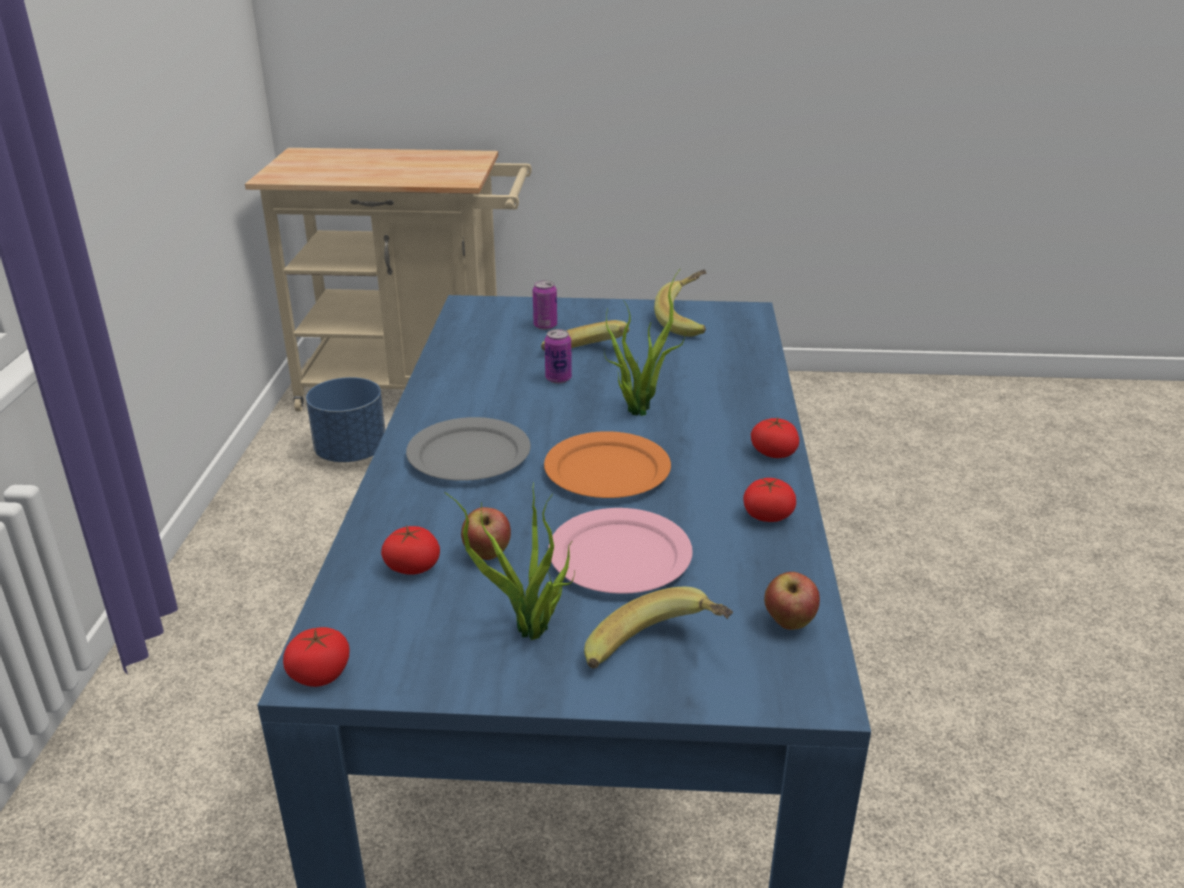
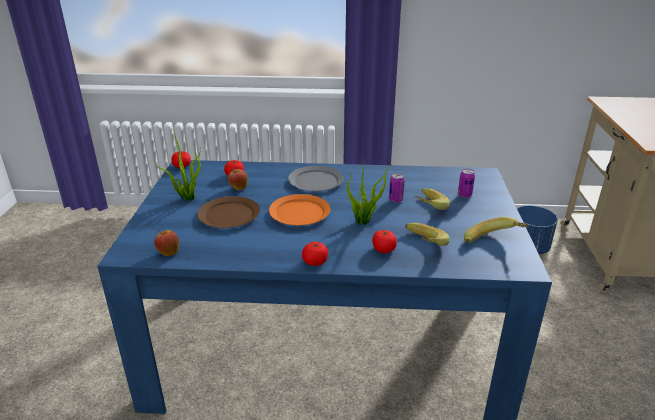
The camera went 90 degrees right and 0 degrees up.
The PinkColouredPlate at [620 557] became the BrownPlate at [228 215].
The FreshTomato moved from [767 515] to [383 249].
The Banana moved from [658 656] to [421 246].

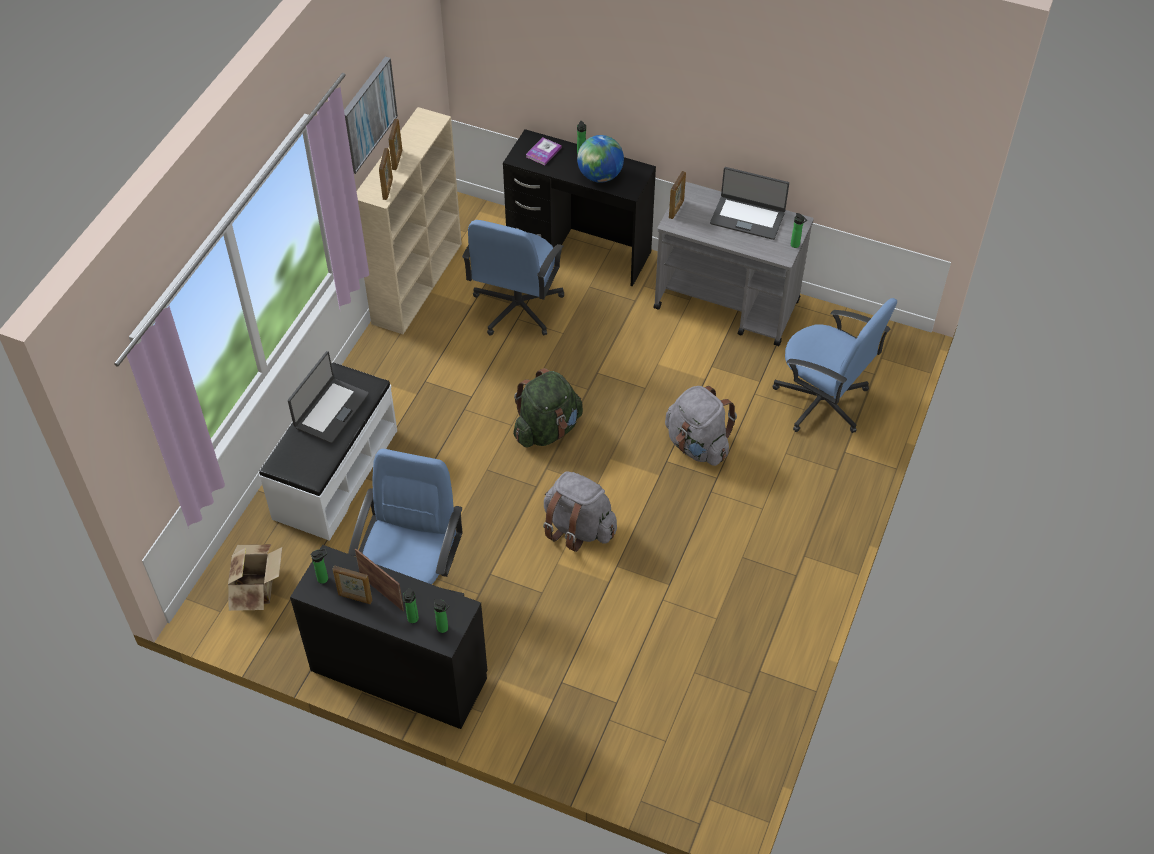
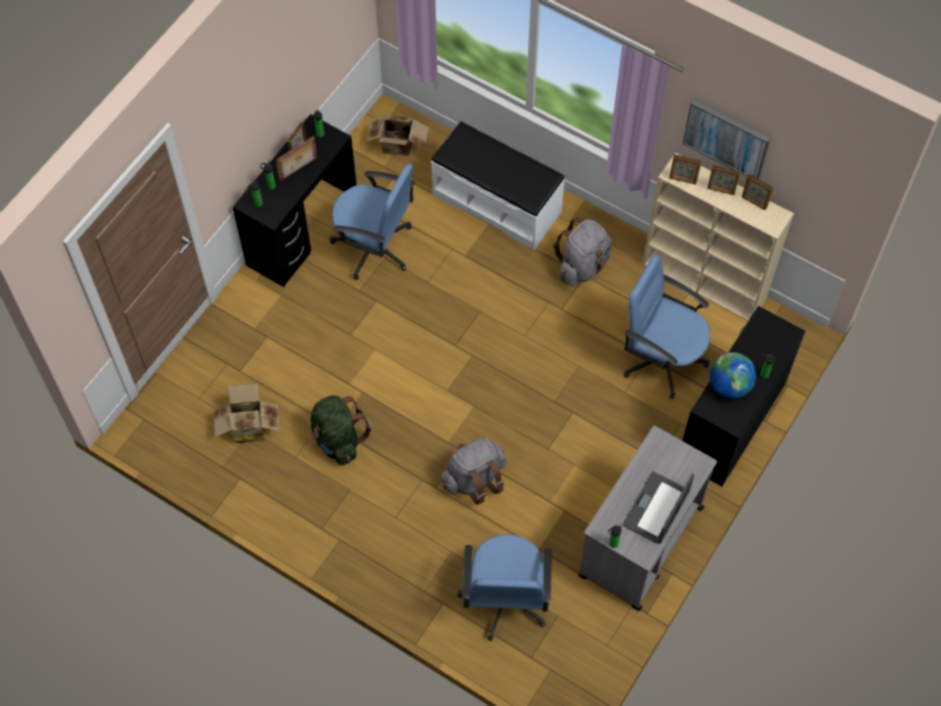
The camera went 100 degrees right and 10 degrees up.
The CardboardBox at [248 426] appeared.
The GreenColouredKnapsack moved from [547 429] to [338 439].
The BlueOfficeChair at [822 402] turned 45 degrees counterclockwise.
The GrayKnapsack moved from [578 528] to [582 265].
The StandingFrame moved from [676 209] to [754 202].
The Laptop at [330 410] disappeared.
The Volume at [543 152] disappeared.

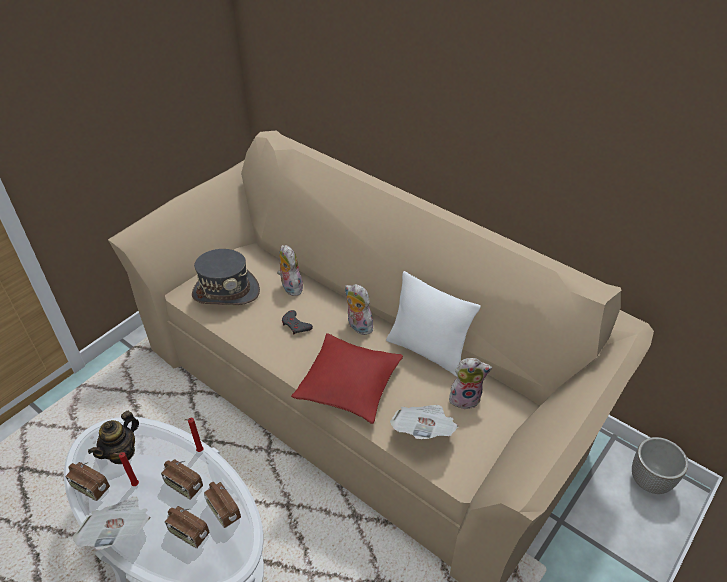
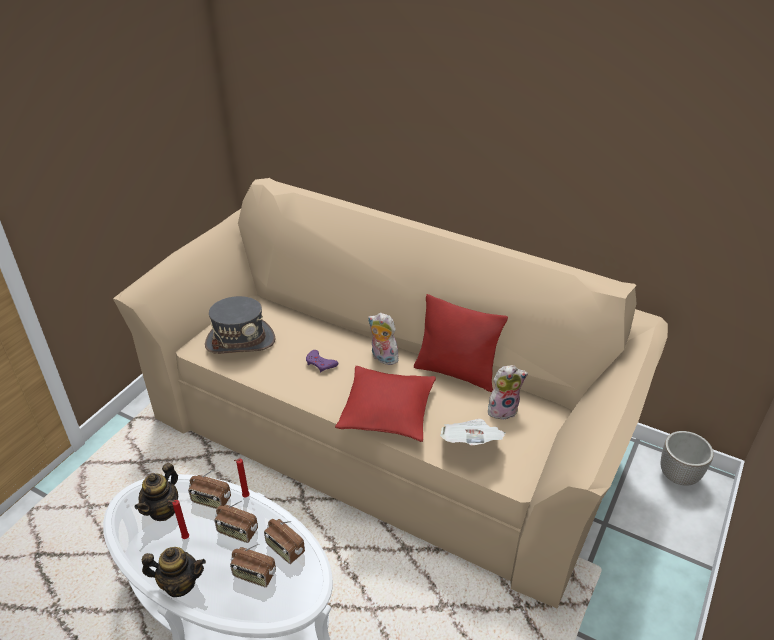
The camera went 10 degrees left and 5 degrees down.
The Newspaper at [119 531] was replaced by the PotForTea at [179 584].
The RadioSet moved from [91 488] to [211 500].
The GrayGameController at [296 325] became the PurpleGameController at [320 363].
The WhitishThrowPillow at [427 351] became the RedColouredThrowPillow at [456 372].
The CuddlyToy at [290 287] disappeared.

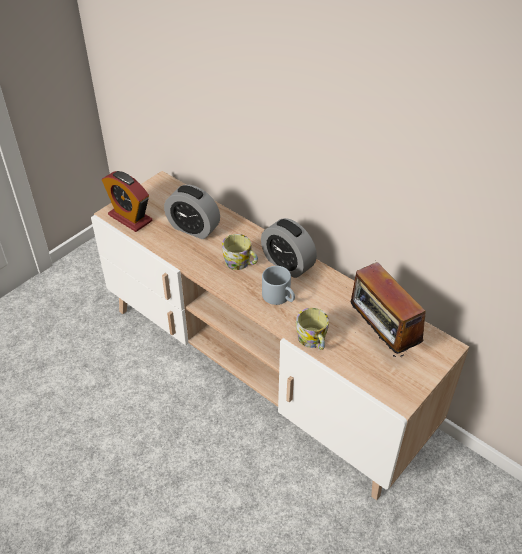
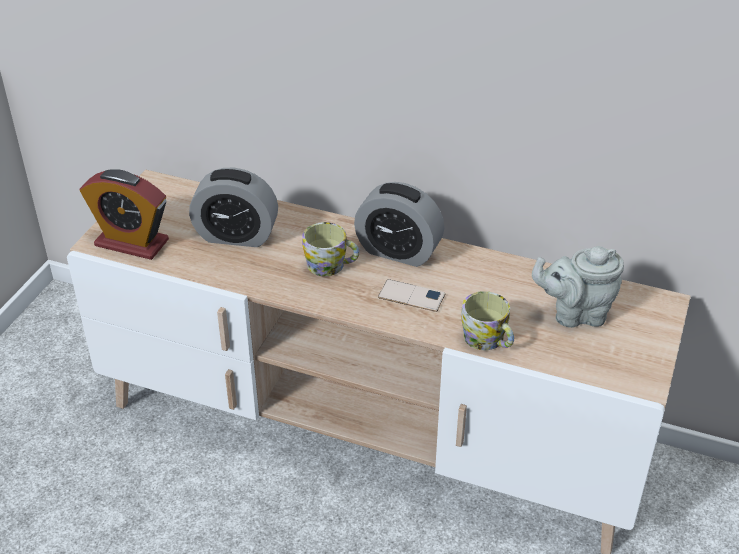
The camera went 20 degrees left and 5 degrees down.
The GrayMug at [280 297] was replaced by the Phone at [411 296].
The RadioSet at [381 338] was replaced by the GrayPotForTea at [575 314].

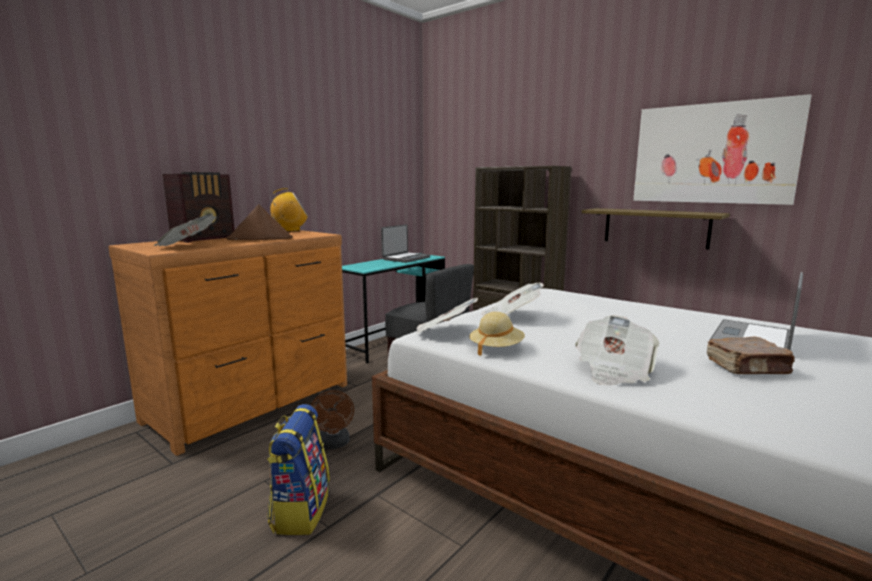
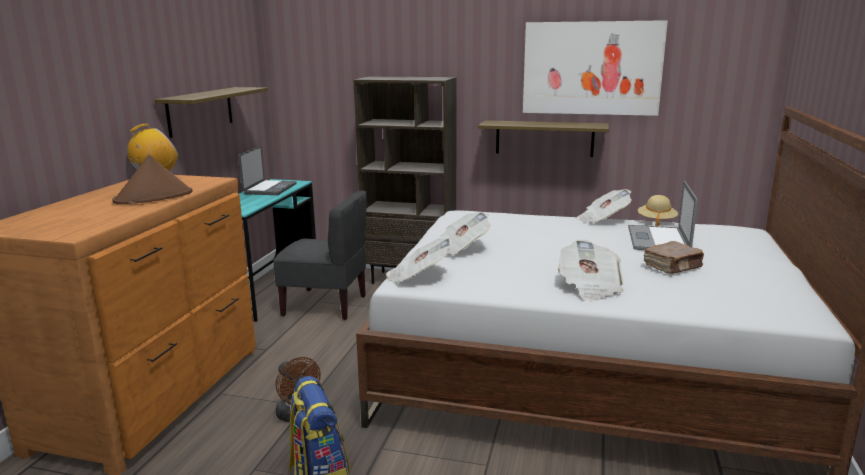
The camera went 25 degrees left and 5 degrees up.
The WallShelf at [200 111] appeared.
The Newspaper moved from [187 247] to [602 219].
The SandColouredWearableHat moved from [496 348] to [656 221].
The RadioSet at [205 239] disappeared.

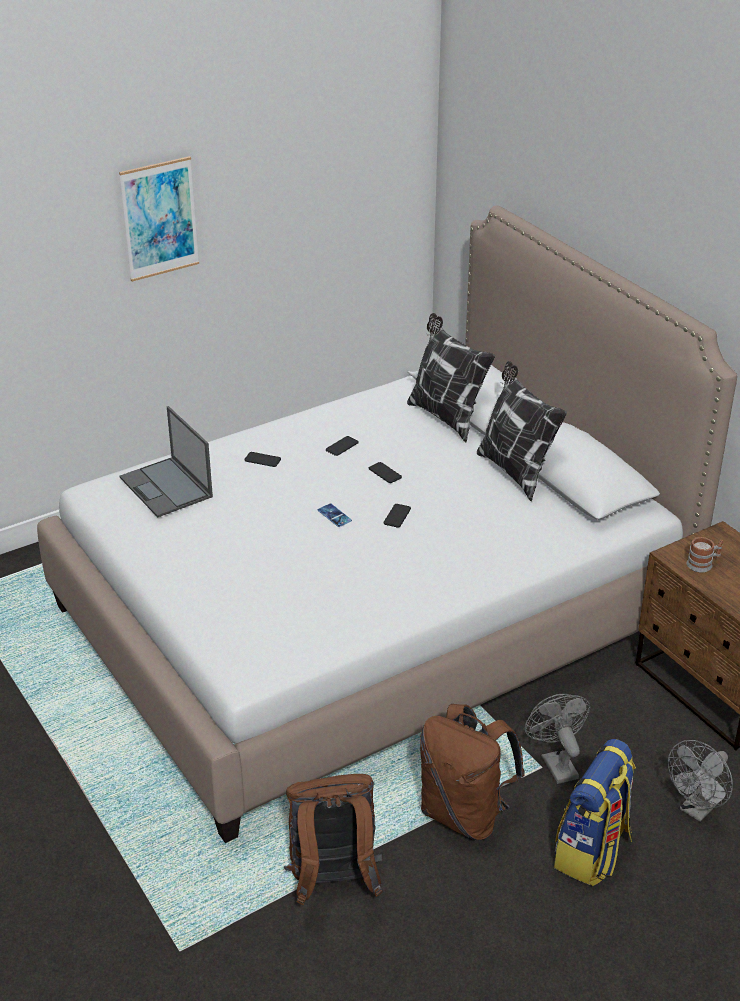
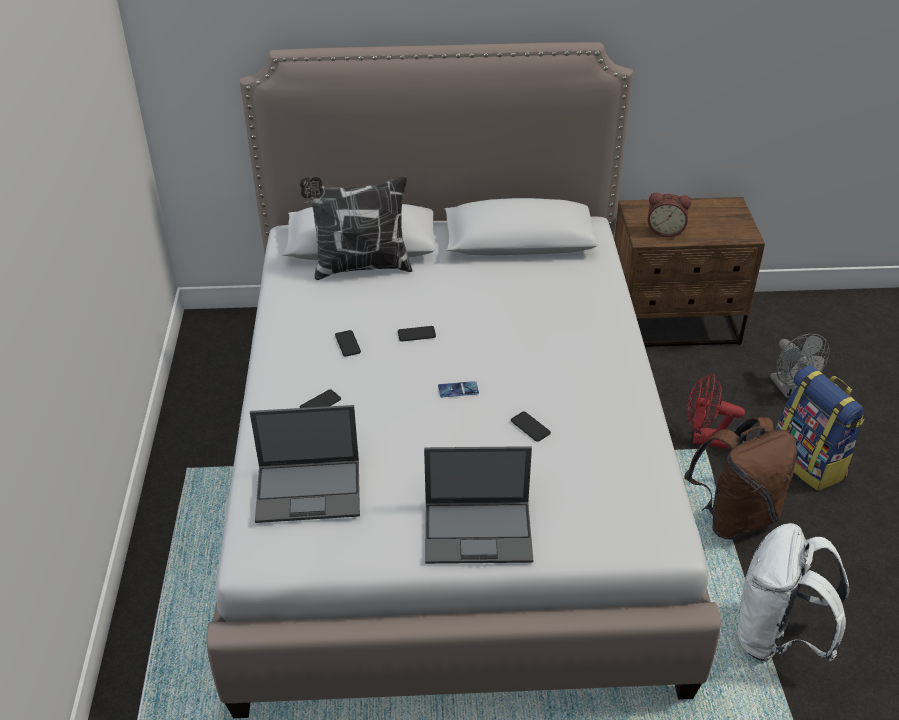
The camera went 60 degrees left and 5 degrees up.
The Laptop at [479 531] appeared.
The Phone moved from [397 516] to [530 427].
The Mug at [703 564] was replaced by the AlarmClock at [665 230].
The GrayElectricFan at [556 763] became the RedColouredElectricFan at [704 439].
The BrownKnapsack at [333 883] became the WhitishKnapsack at [777 637].
The WallArt at [159 219] disappeared.
The ThrowPillow at [515 471] disappeared.

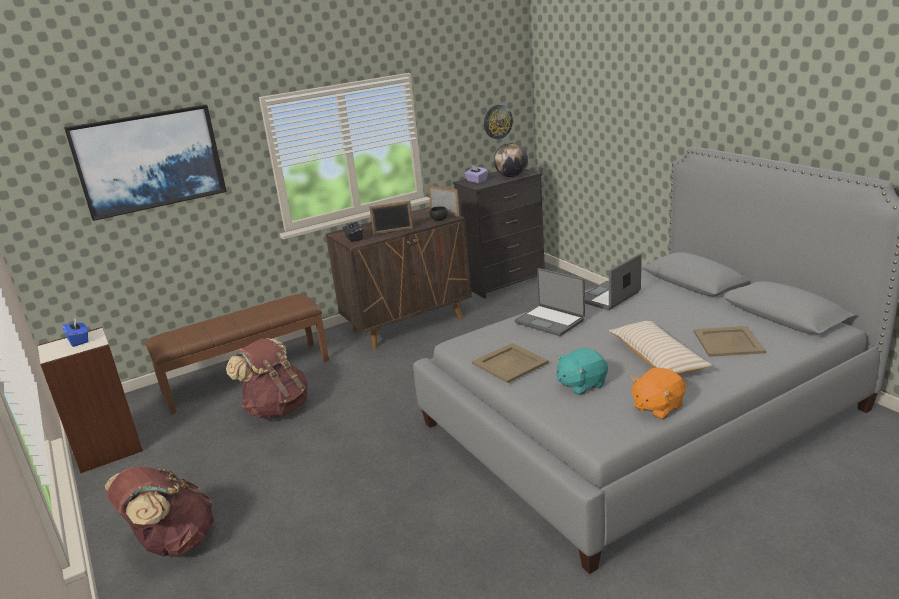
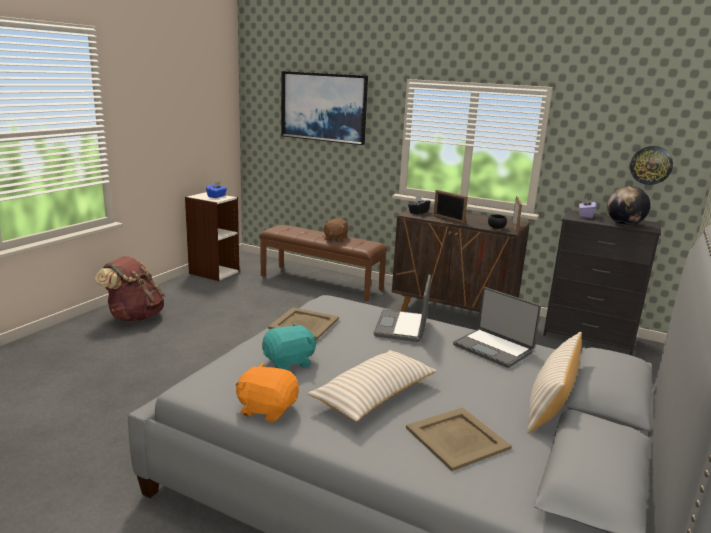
The camera went 55 degrees right and 5 degrees down.
The TurquoiseColouredCuddlyToy at [581 384] turned 120 degrees clockwise.
The BrownCuddlyToy at [335 239] appeared.
The Laptop at [609 297] turned 150 degrees counterclockwise.
The SandColouredThrowPillow at [550 404] appeared.
The BrownKnapsack at [277 409] disappeared.

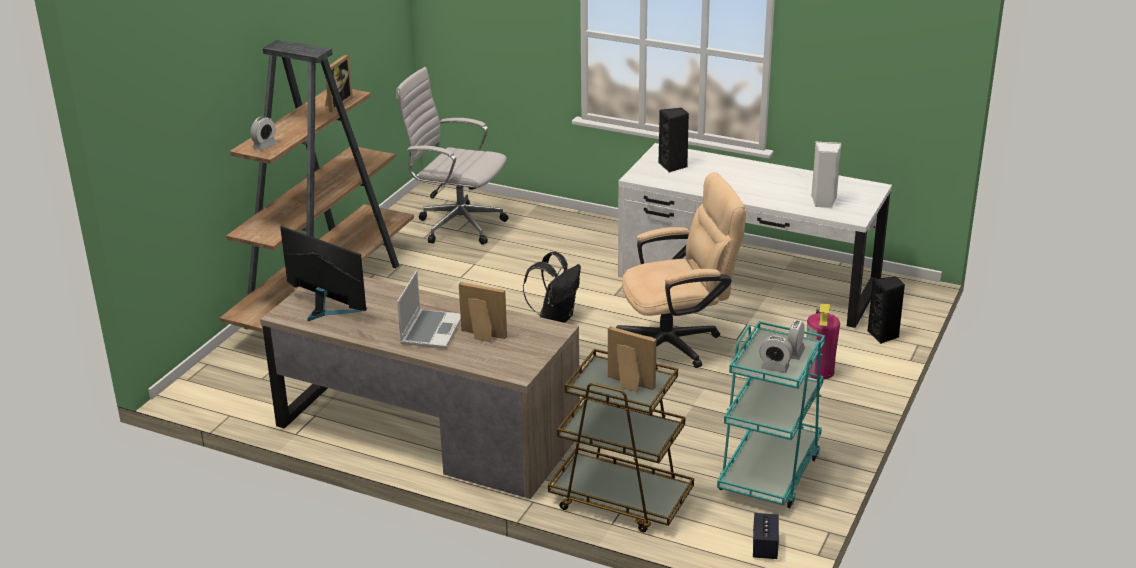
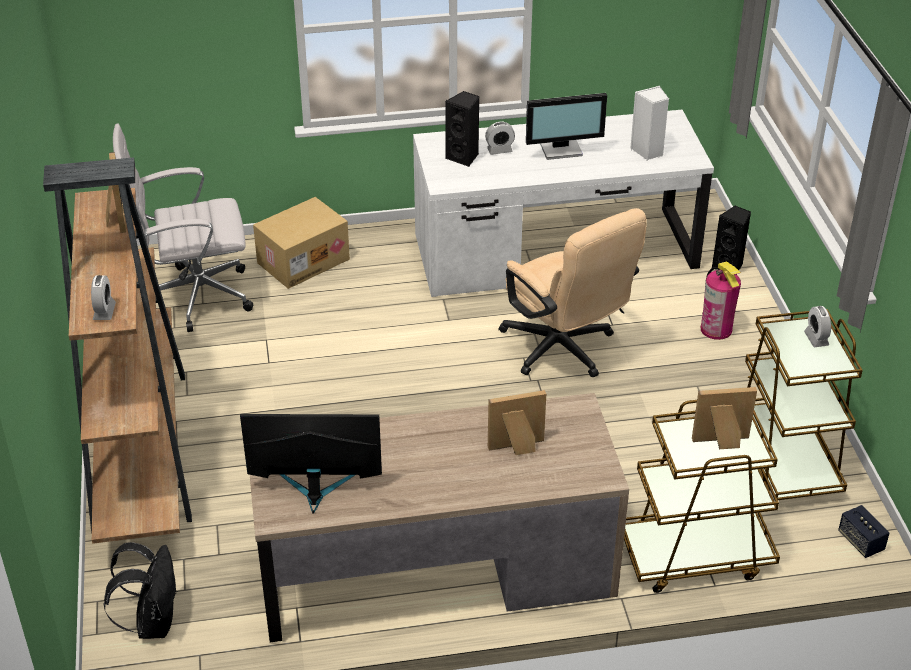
The camera went 35 degrees left and 10 degrees up.
The BlackColouredKnapsack moved from [555 318] to [153 622].
The CardboardBox at [303 260] appeared.
The AlarmClock moved from [775 367] to [499 150].
The SandColouredOfficeChair at [677 343] turned 105 degrees clockwise.
The ComputerScreen at [561 149] appeared.
The TurquoiseColouredCart at [769 472] became the BrownCart at [785 460].
The Laptop at [431 330] disappeared.

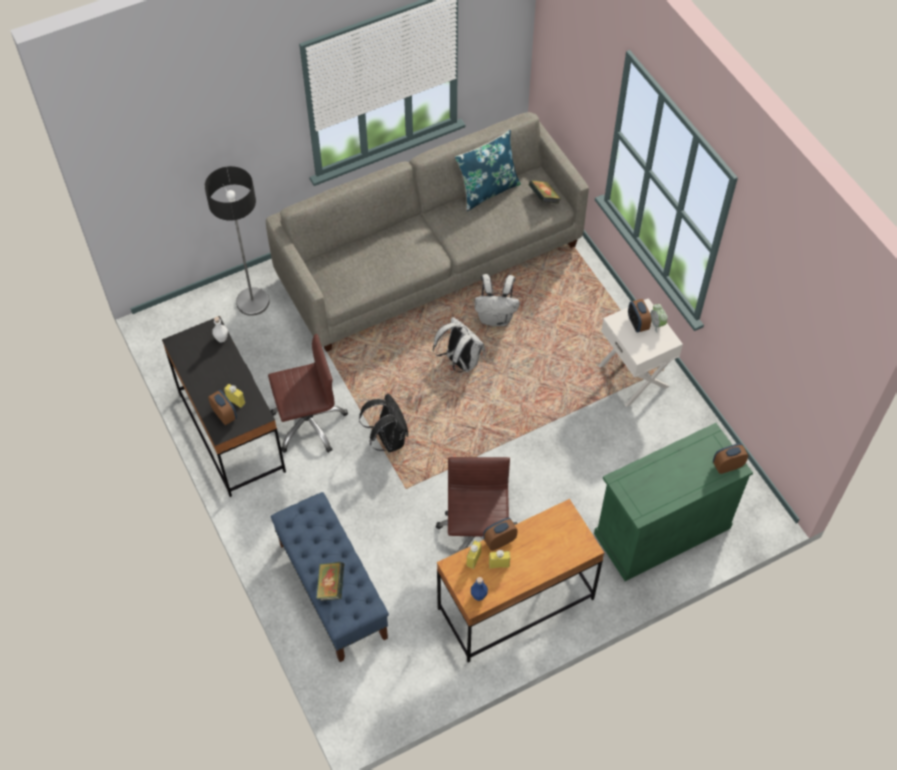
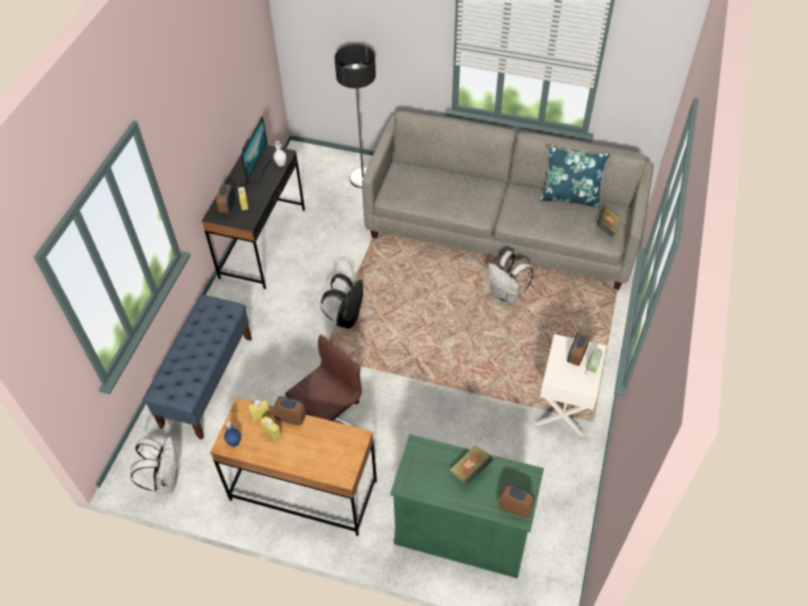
The camera went 45 degrees right and 5 degrees down.
The WhitishKnapsack moved from [460 362] to [166 480].
The ComputerScreen at [257 170] appeared.
The Volume moved from [331 586] to [470 471].
The BrownOfficeChair at [308 423] disappeared.

